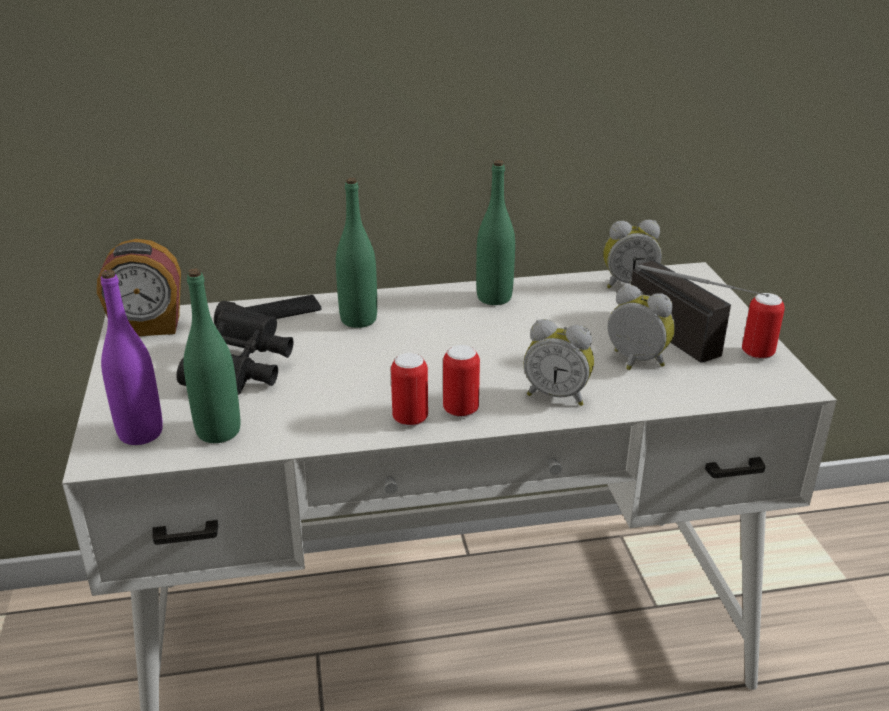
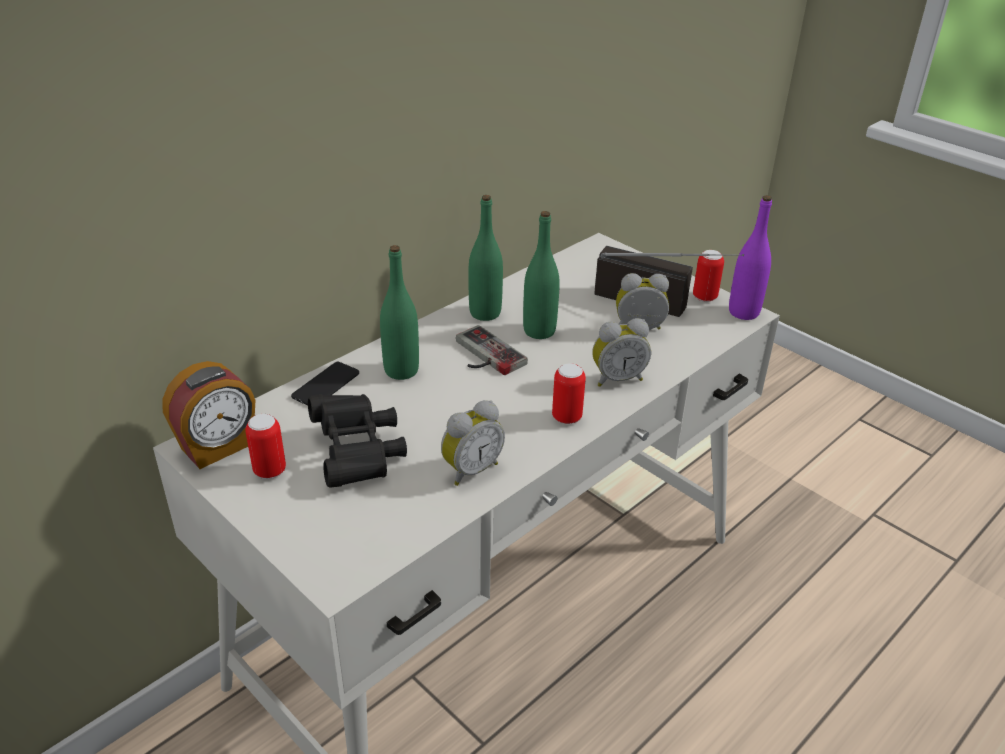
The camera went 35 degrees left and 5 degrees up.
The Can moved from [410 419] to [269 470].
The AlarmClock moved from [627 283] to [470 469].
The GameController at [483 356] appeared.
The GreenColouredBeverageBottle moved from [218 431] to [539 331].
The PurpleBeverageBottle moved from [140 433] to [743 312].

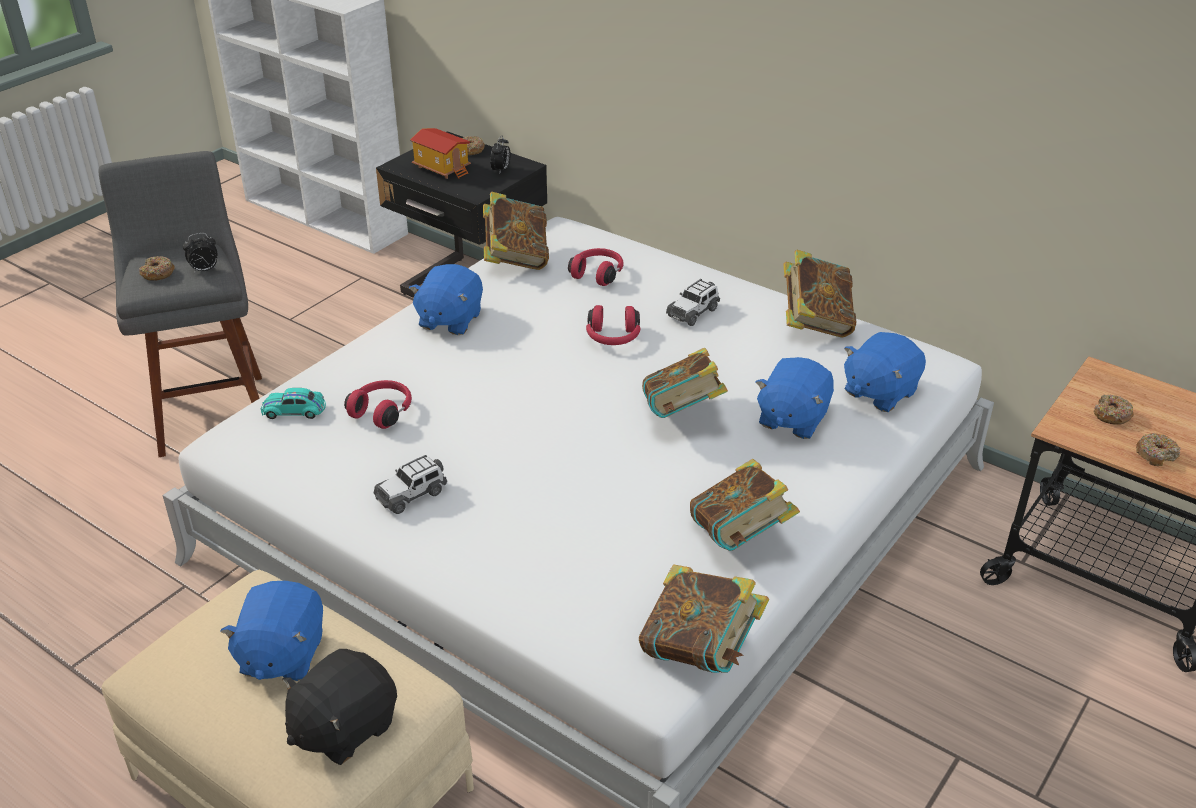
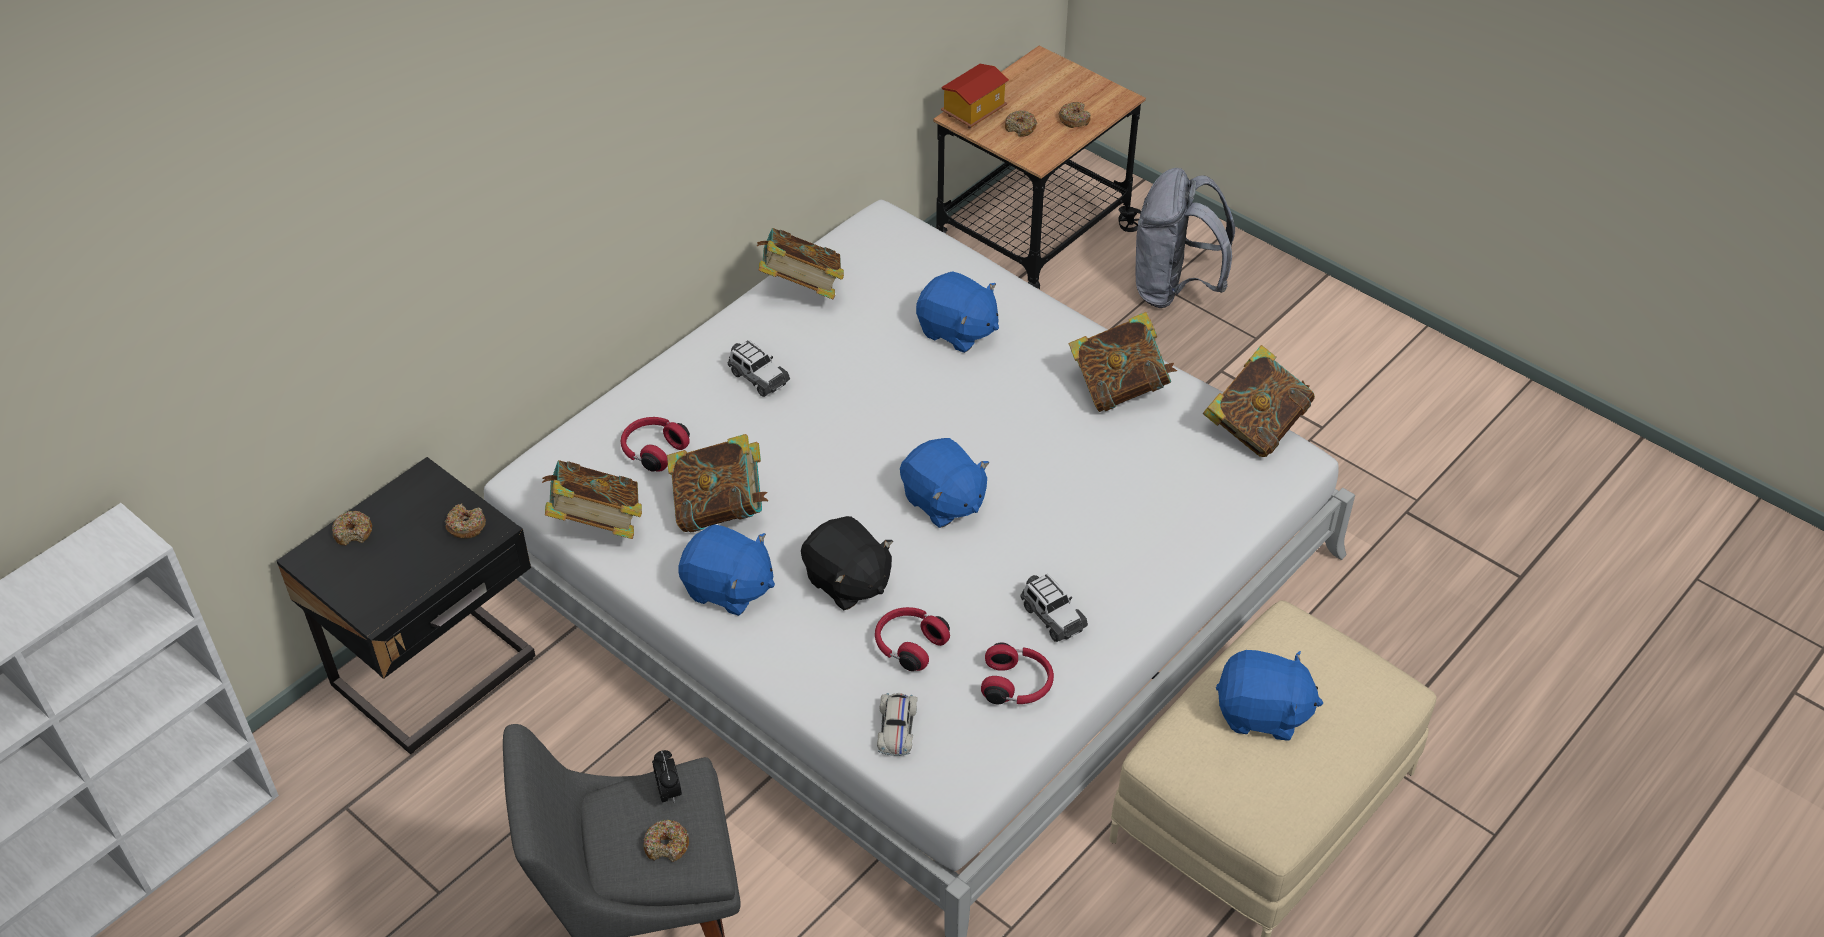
The camera went 85 degrees left and 10 degrees up.
The Donut at [466 526] appeared.
The Volume moved from [682 414] to [720 509].
The BlackColouredCuddlyToy moved from [343 727] to [847 582].
The TurquoiseColouredMiniatureCar at [294 411] became the WhitishMiniatureCar at [896 728].
The BlueCuddlyToy moved from [879 392] to [943 501].
The ModelHouse moved from [443 168] to [973 111].
The RedColouredHeadphones moved from [613 338] to [1017 685].
The GrayKnapsack at [1174 289] appeared.
The AlarmClock at [501 170] disappeared.

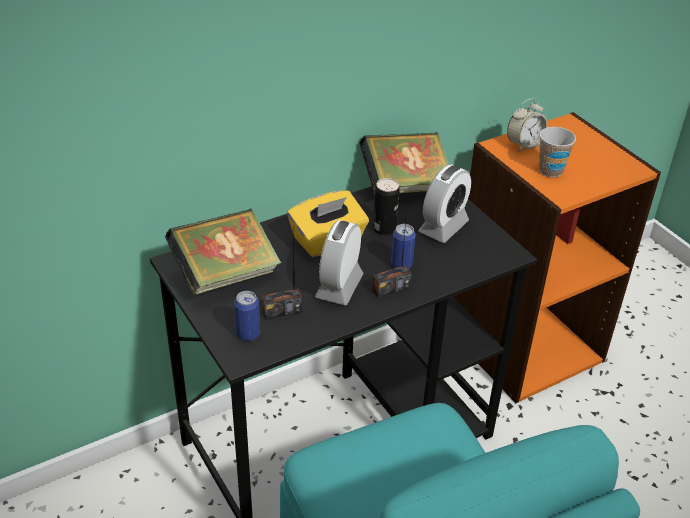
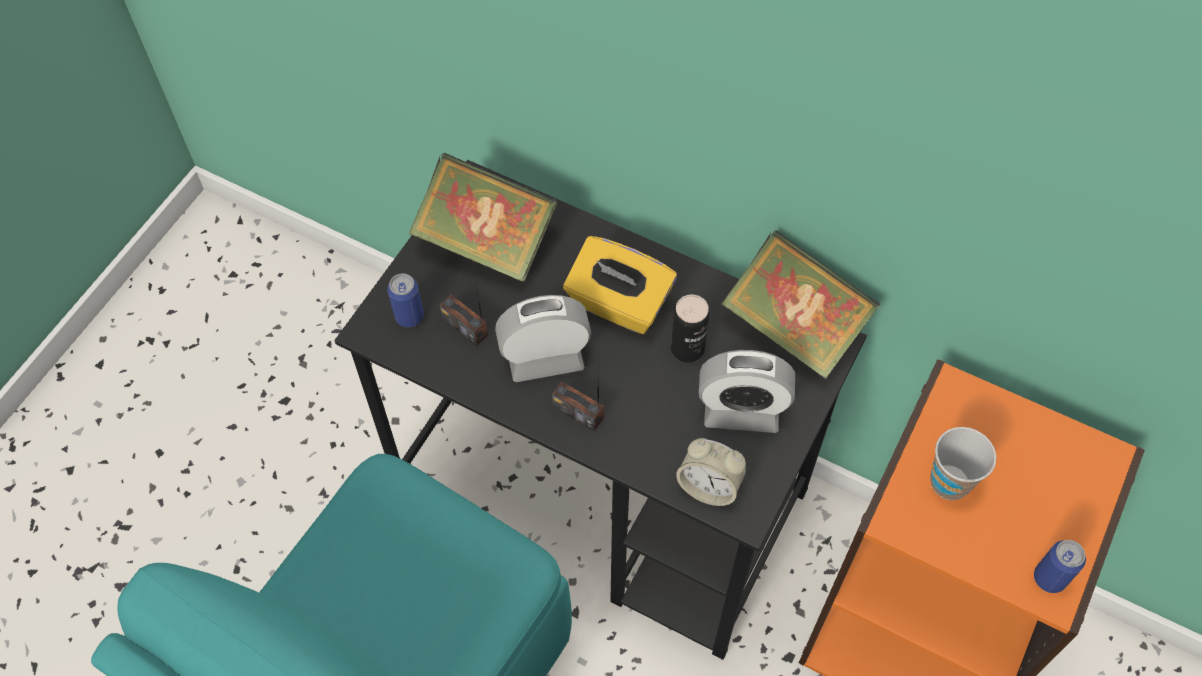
The camera went 60 degrees right and 20 degrees up.
The AlarmClock moved from [524 145] to [709 486].
The Can moved from [401 265] to [1049 578].

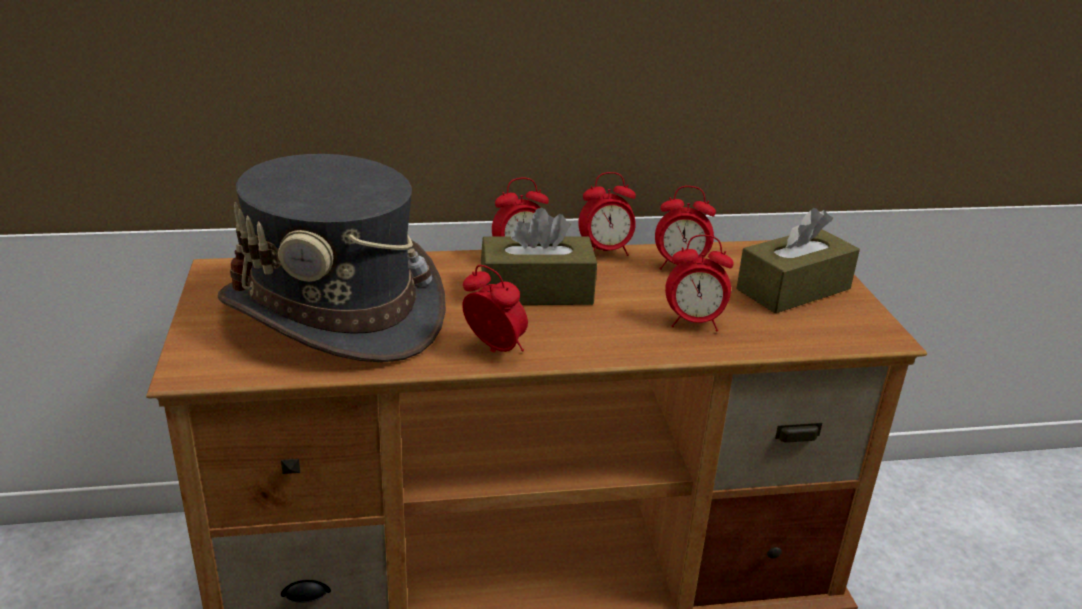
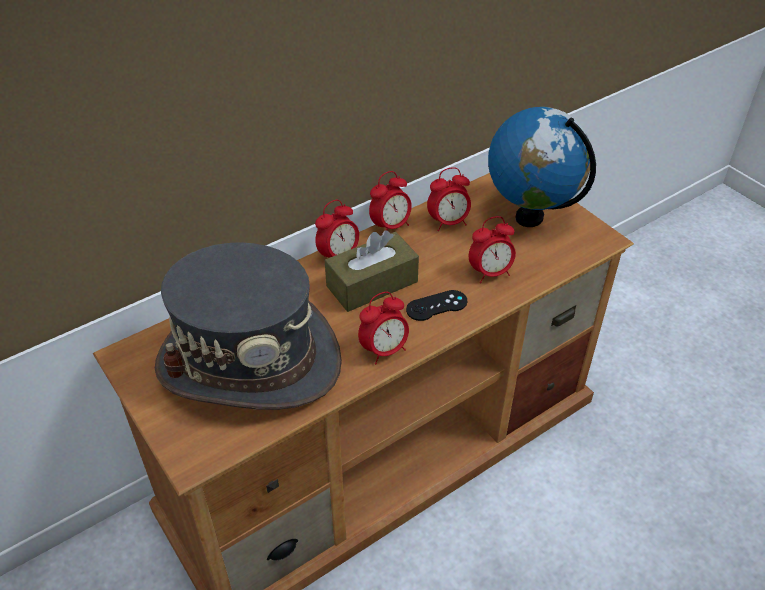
The camera went 25 degrees left and 15 degrees up.
The AlarmClock at [494 350] turned 135 degrees clockwise.
The BlackColouredGameController at [436 306] appeared.
The BrownTissueHolder at [793 289] was replaced by the Globe at [530 217].

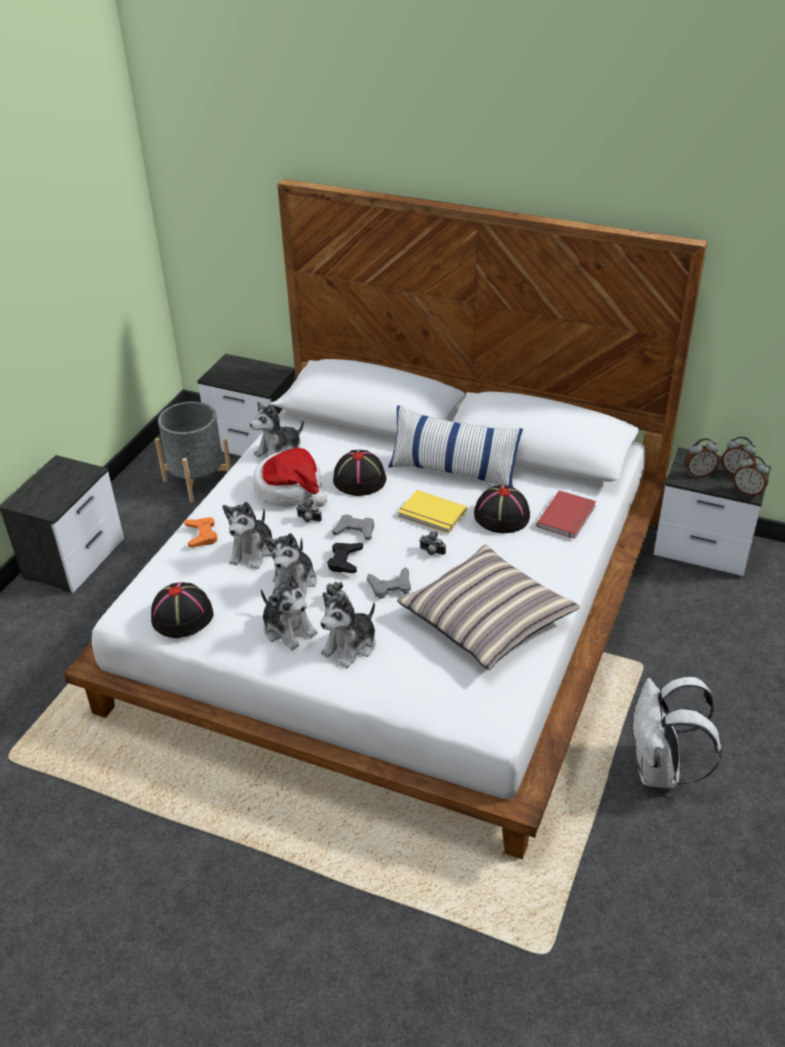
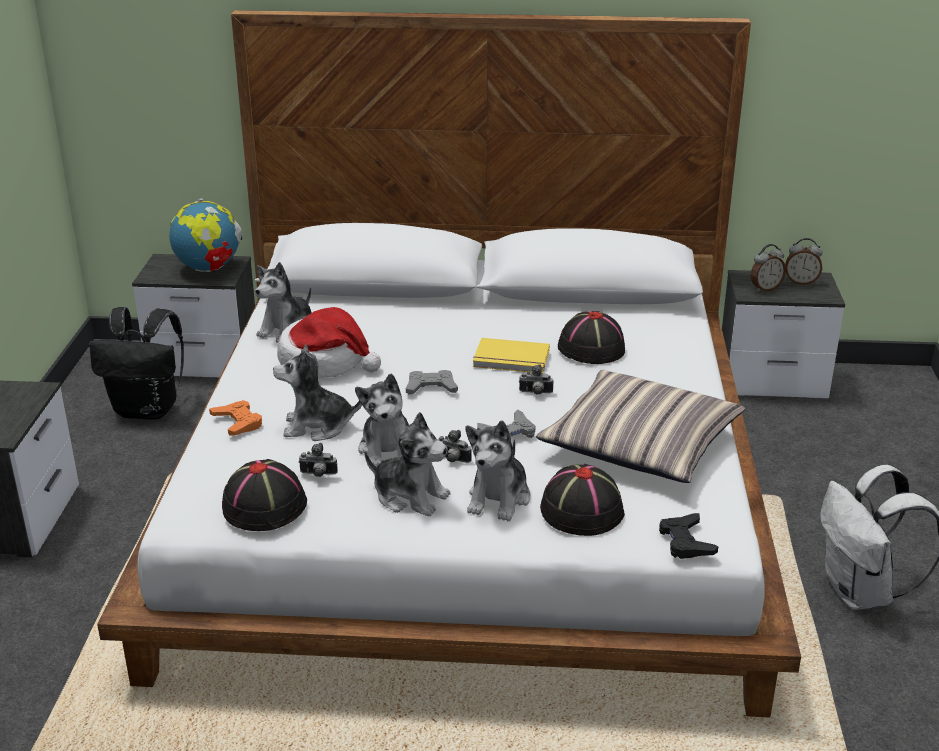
The camera went 20 degrees left and 10 degrees down.
The GrayPlantPot at [198 480] was replaced by the BlackColouredKnapsack at [148 410].
The Globe at [209 269] appeared.
The CuddlyToy at [253 551] turned 90 degrees clockwise.
The StillCamera moved from [308 519] to [318 474].
The BlackColouredWearableHat moved from [359 479] to [581 510].
The BlackColouredGameController moved from [345 560] to [685 541].
The ThrowPillow at [453 471] disappeared.
The RedColouredVolume at [568 516] disappeared.
The AlarmClock at [748 491] disappeared.

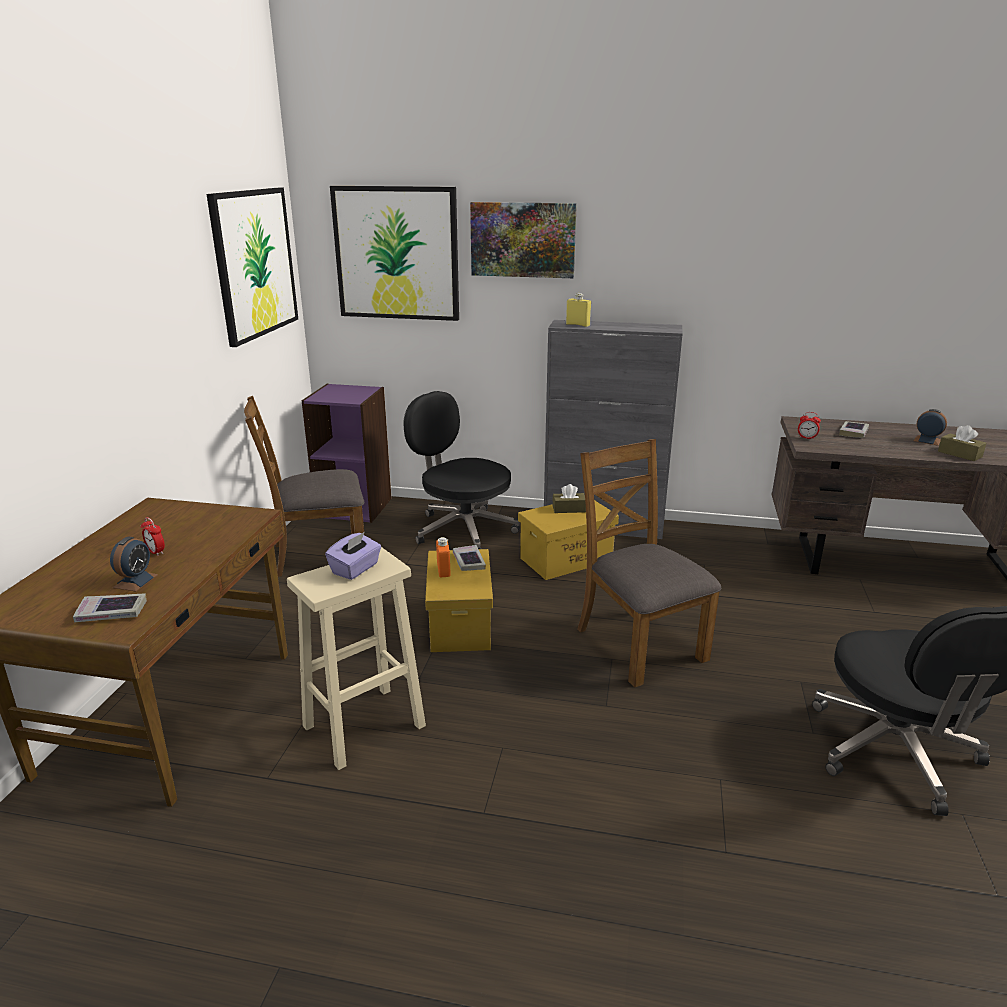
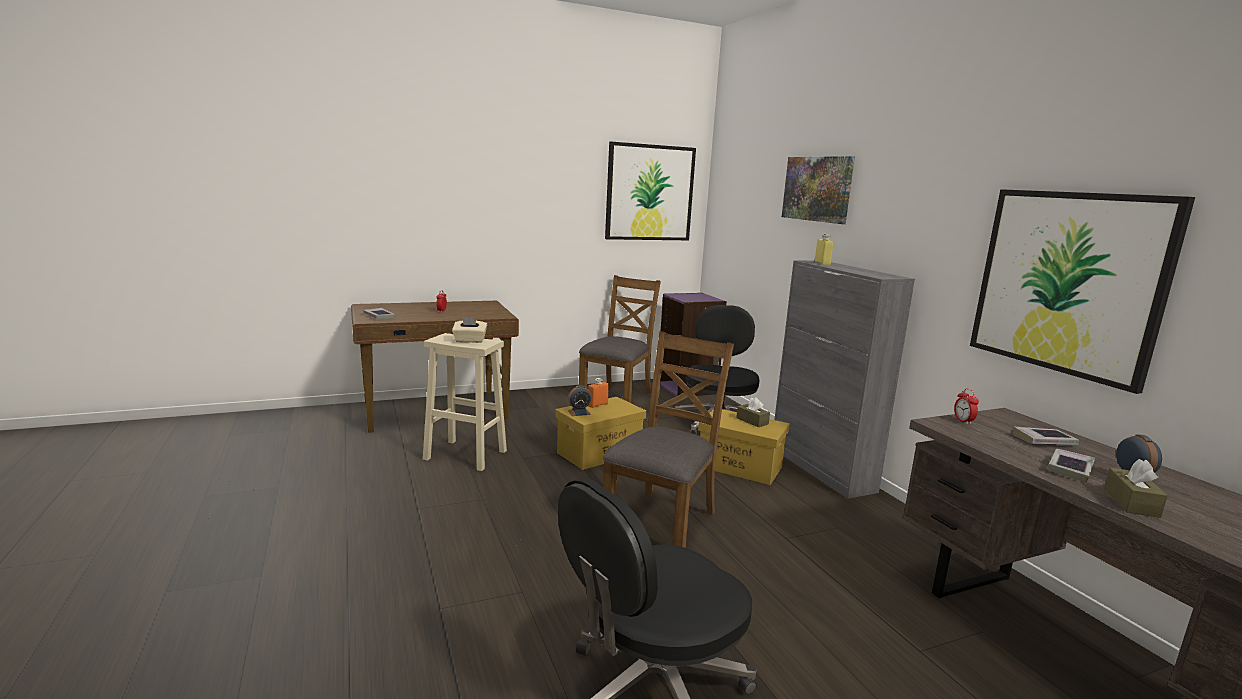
The camera went 55 degrees right and 10 degrees down.
The PurpleTissueHolder at [355 569] became the SandColouredTissueHolder at [469 341].
The AlarmClock moved from [135 581] to [579 412].
The BrownUprightChair at [318 555] turned 75 degrees clockwise.
The WallArt moved from [396 253] to [1068 282].
The Volume moved from [468 561] to [1069 469].

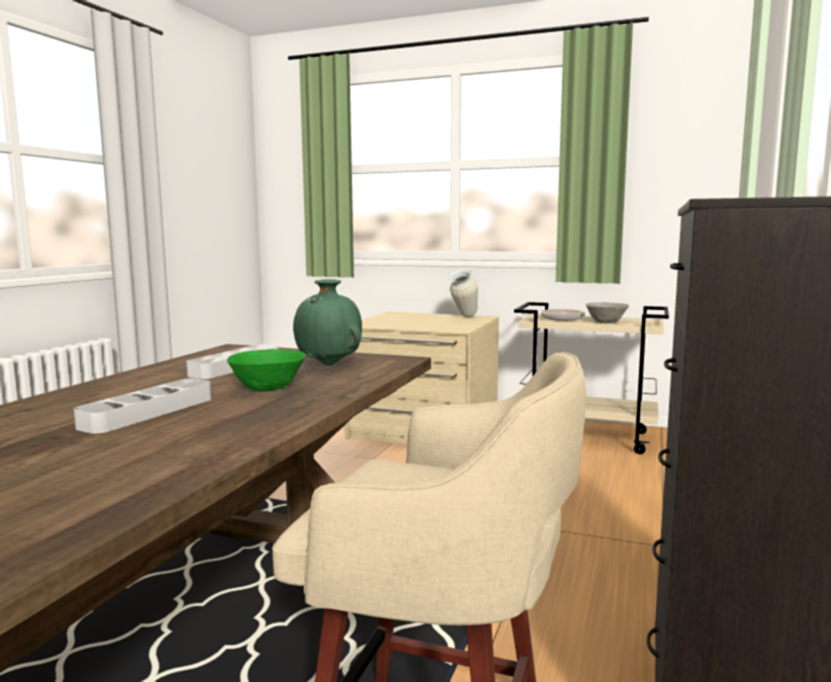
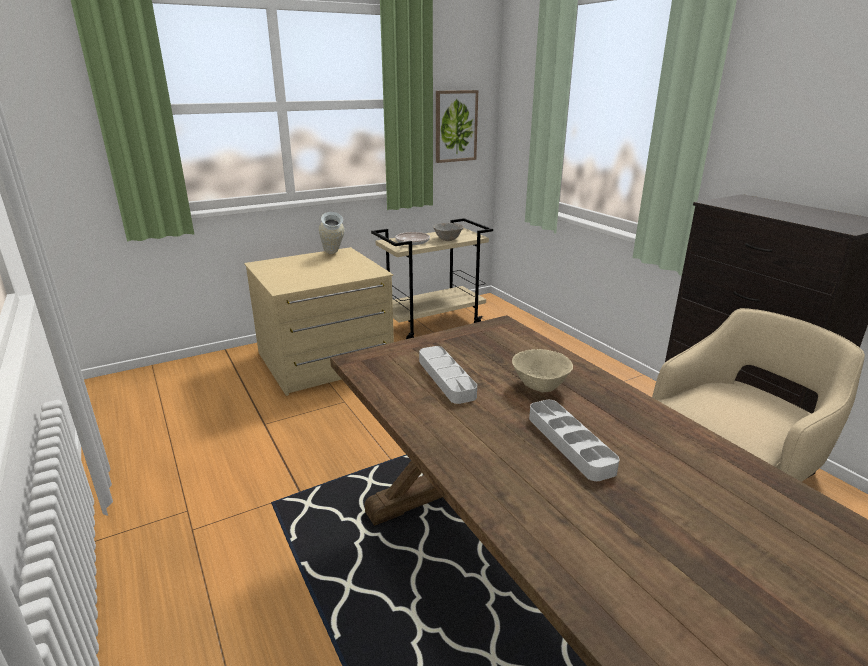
The camera went 50 degrees left and 15 degrees up.
The WallArt at [455 126] appeared.
The GreenColouredDeepDish at [269 388] became the SandColouredDeepDish at [540 385].
The GreenColouredVase at [329 365] disappeared.

